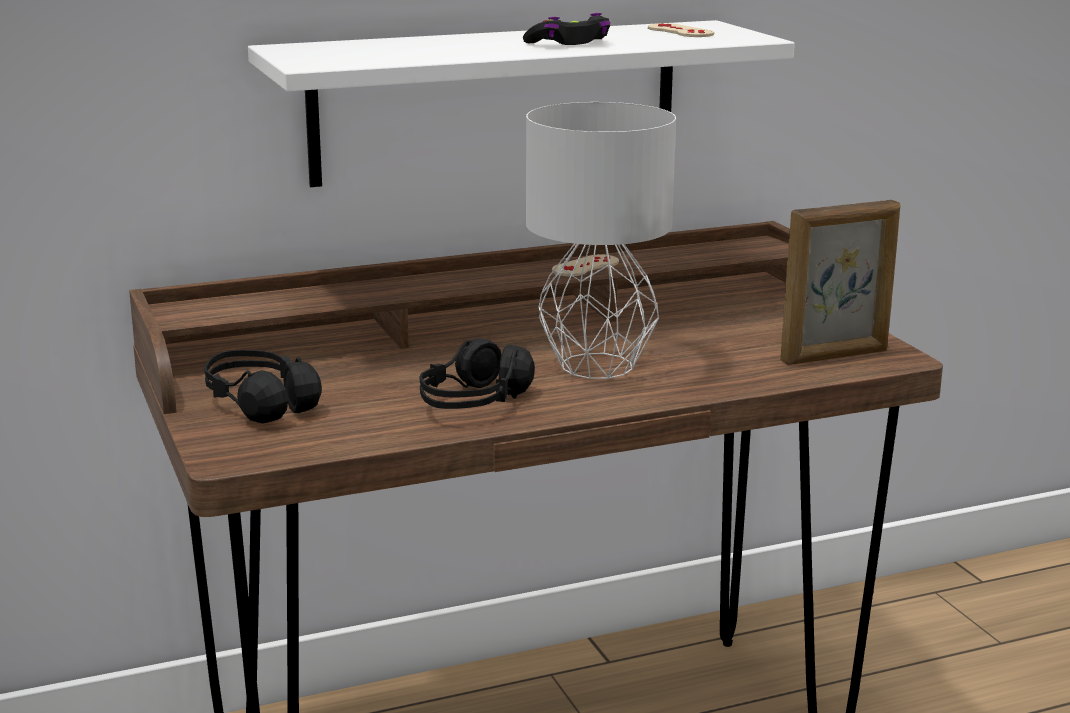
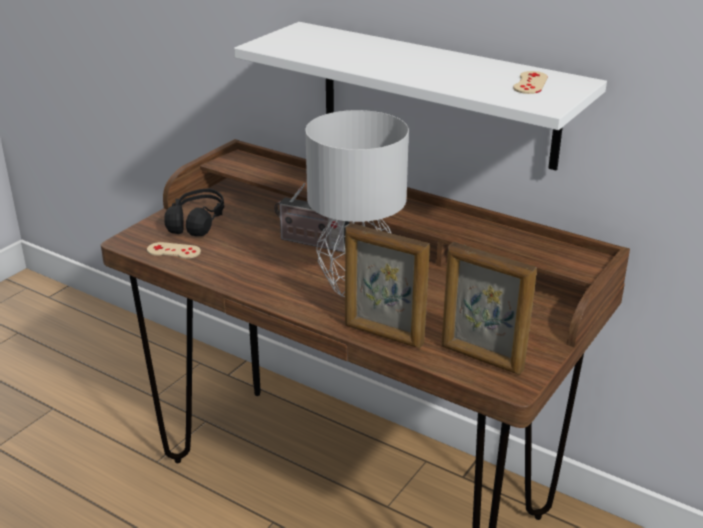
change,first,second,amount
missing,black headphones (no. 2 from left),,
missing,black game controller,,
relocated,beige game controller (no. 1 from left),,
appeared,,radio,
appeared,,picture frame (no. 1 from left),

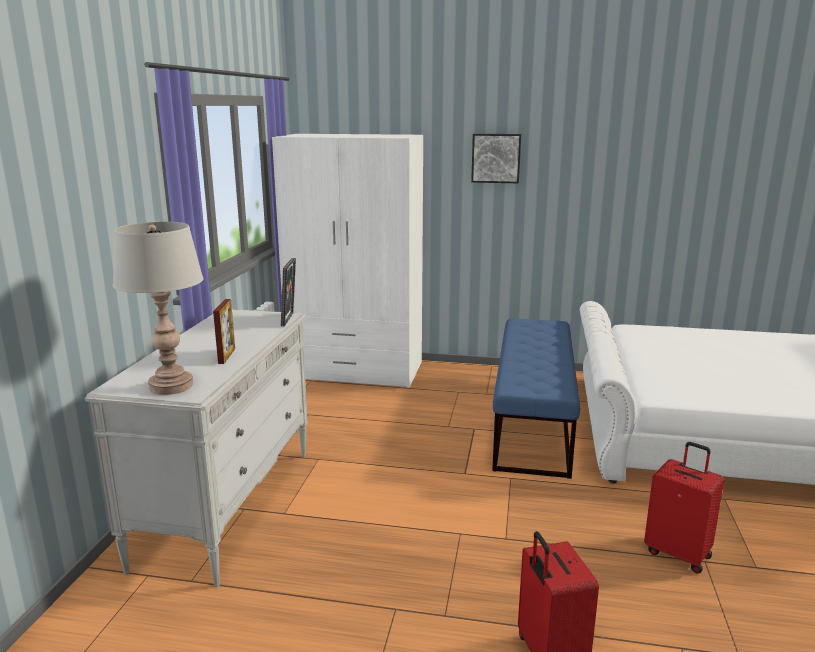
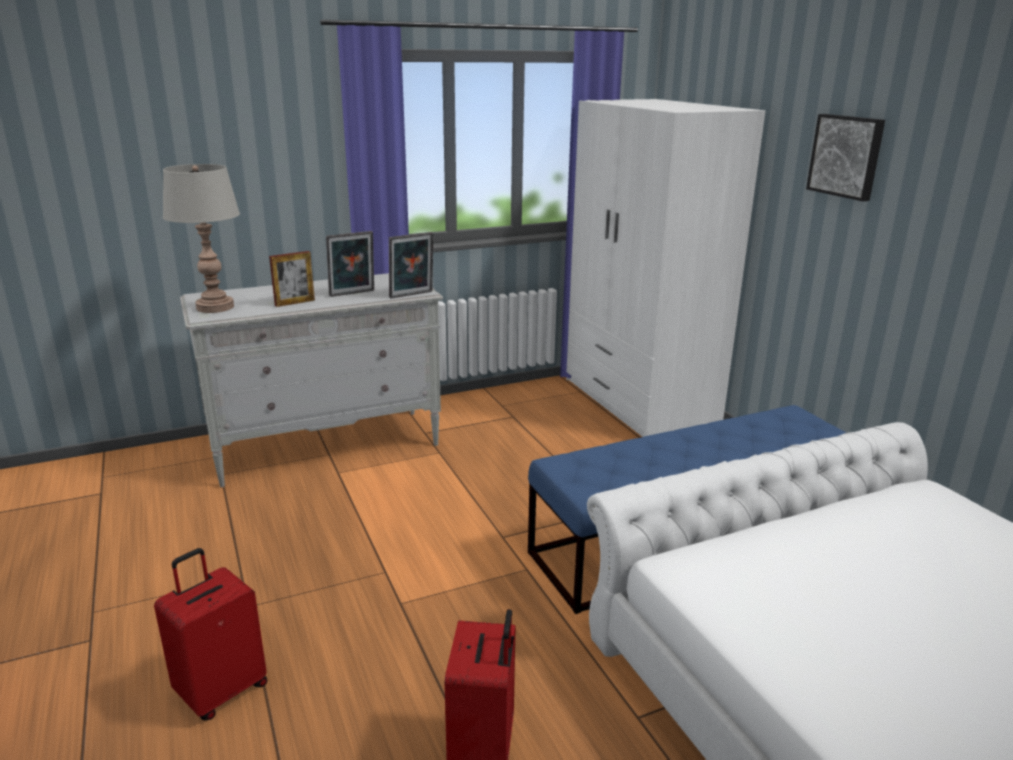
change,first,second,amount
appeared,,picture frame (no. 2 from left),

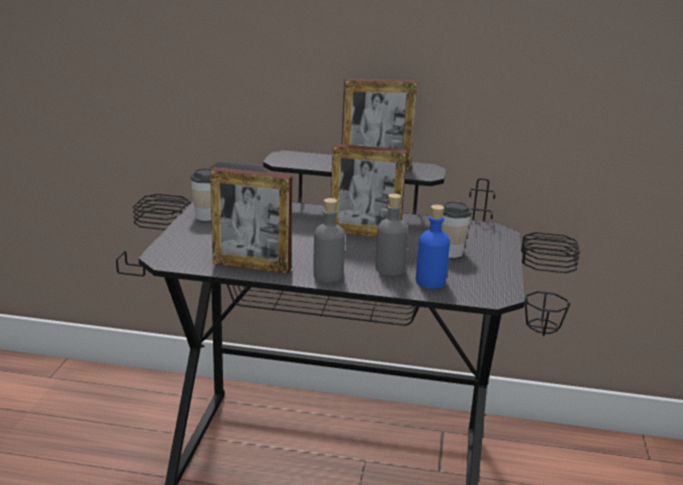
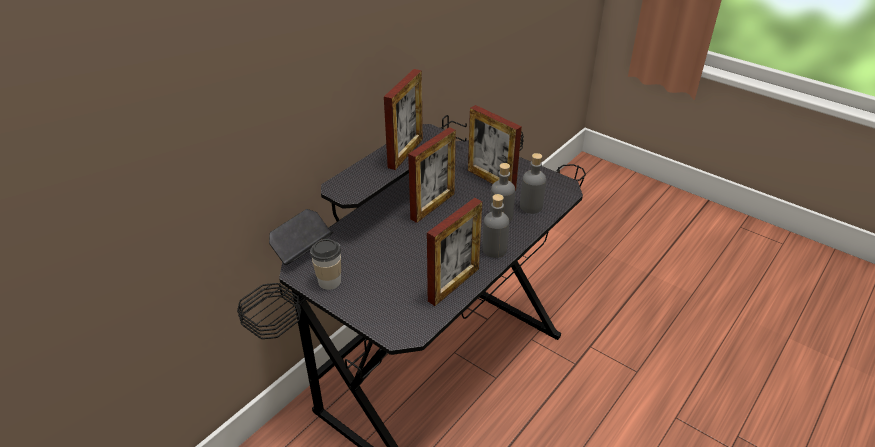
change,first,second,amount
colour,blue bottle,grey bottle (no. 3 from left),
exchanged,cup (no. 2 from left),picture frame (no. 4 from left),

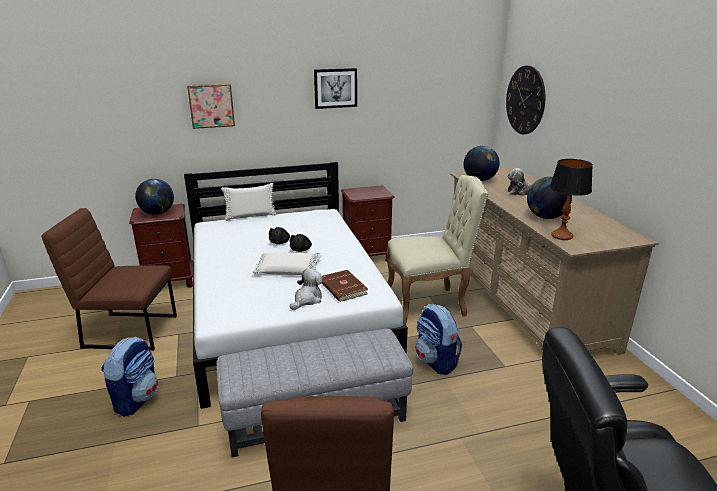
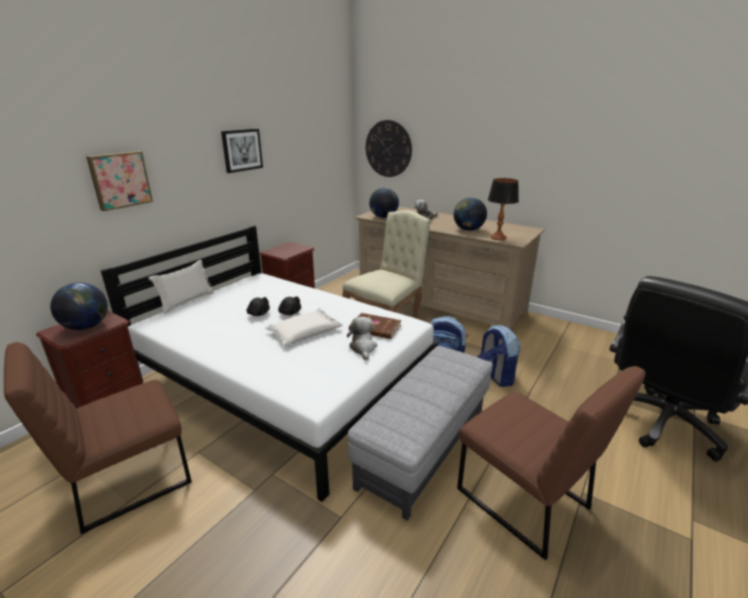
change,first,second,amount
relocated,backpack (no. 1 from left in the first image),backpack (no. 2 from left),

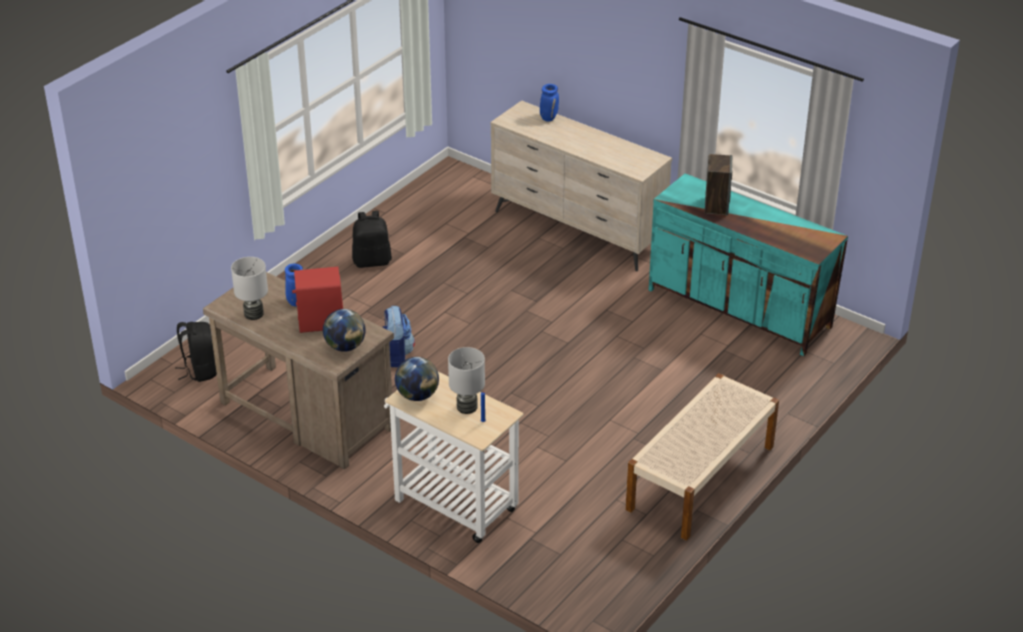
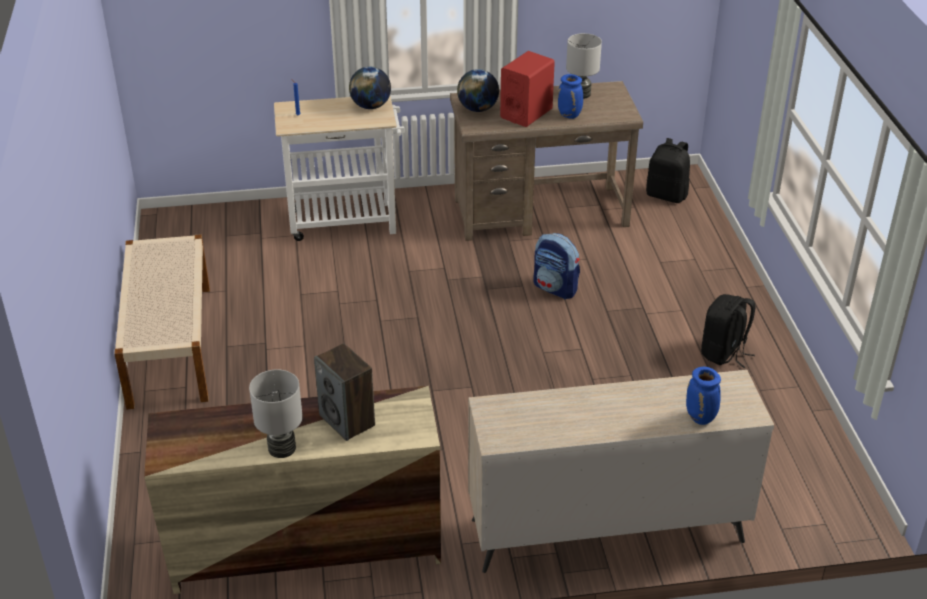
change,first,second,amount
relocated,grey table lamp (no. 2 from left in the first image),grey table lamp (no. 1 from left),
colour,turquoise cabinet,beige cabinet,

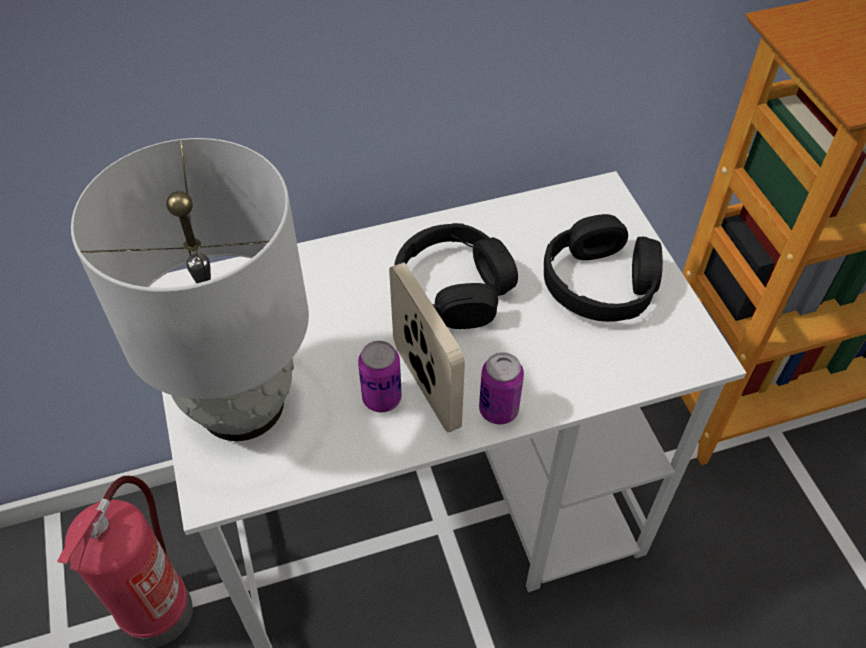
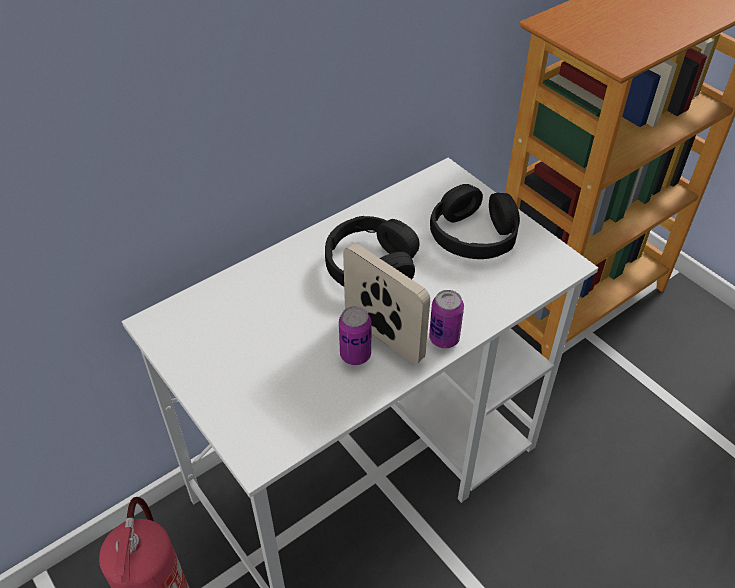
change,first,second,amount
missing,white table lamp,,

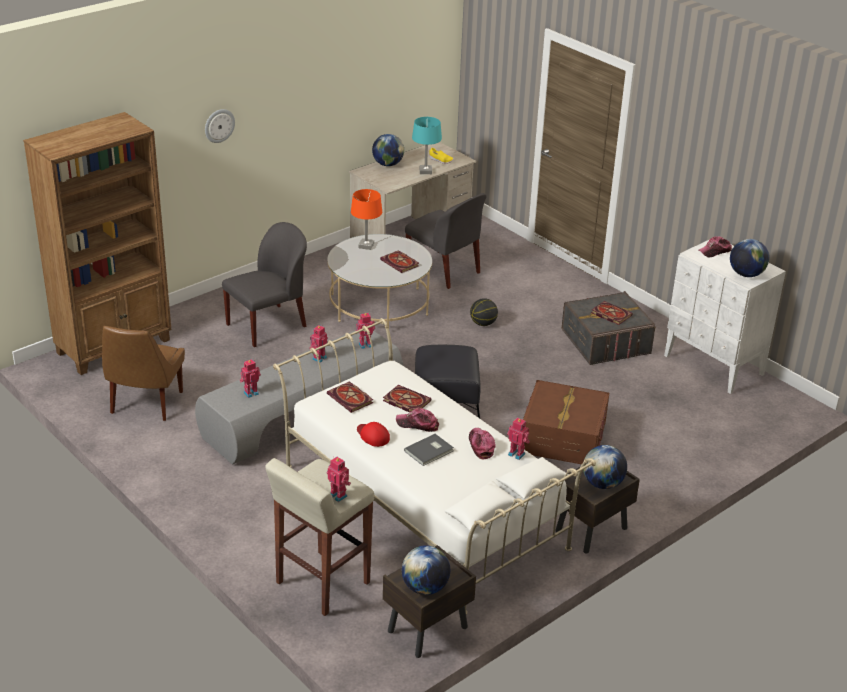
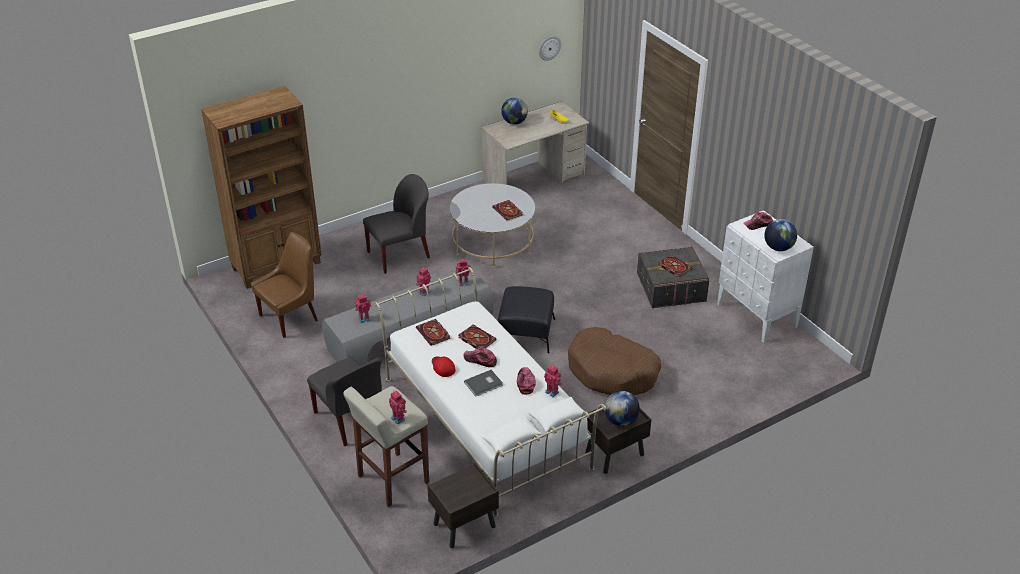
change,first,second,amount
spun,brown chair,,150 degrees counterclockwise
relocated,wall clock,,
missing,orange table lamp,,
missing,globe (no. 2 from left),,
relocated,grey chair (no. 2 from left in the first image),grey chair (no. 1 from left),
missing,turquoise table lamp,,
missing,basketball,,
exchanged,brown storage box,brown dog bed,

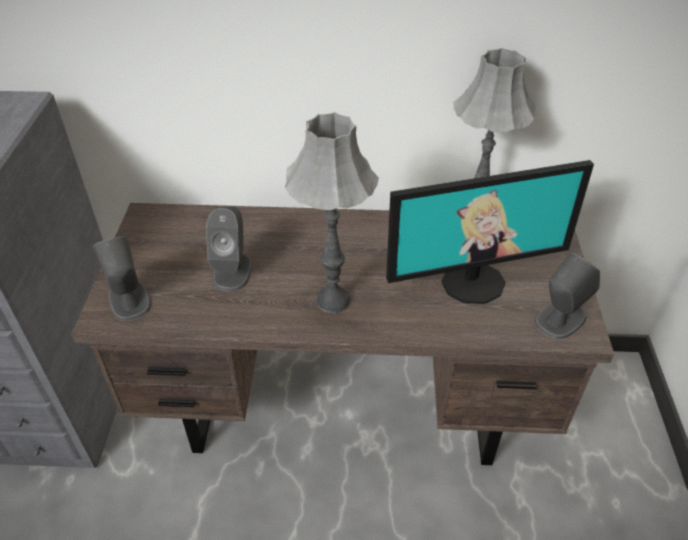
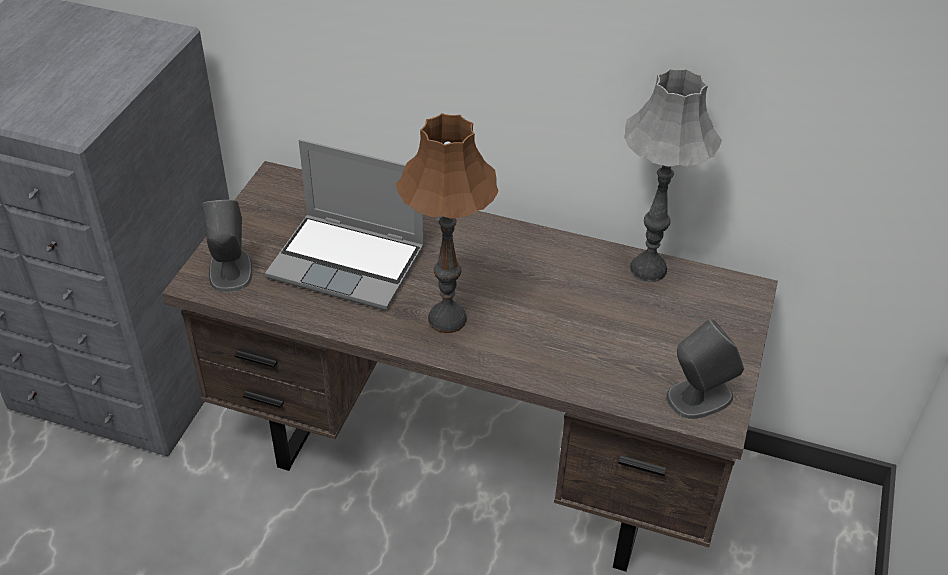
change,first,second,amount
exchanged,grey speaker (no. 2 from left),laptop,
colour,grey table lamp (no. 1 from left),brown table lamp,
missing,monitor,,

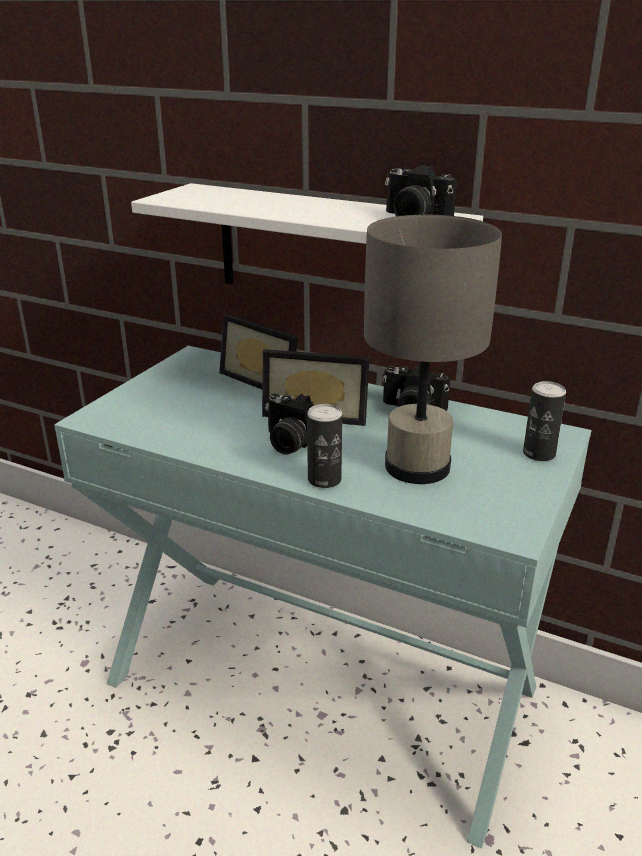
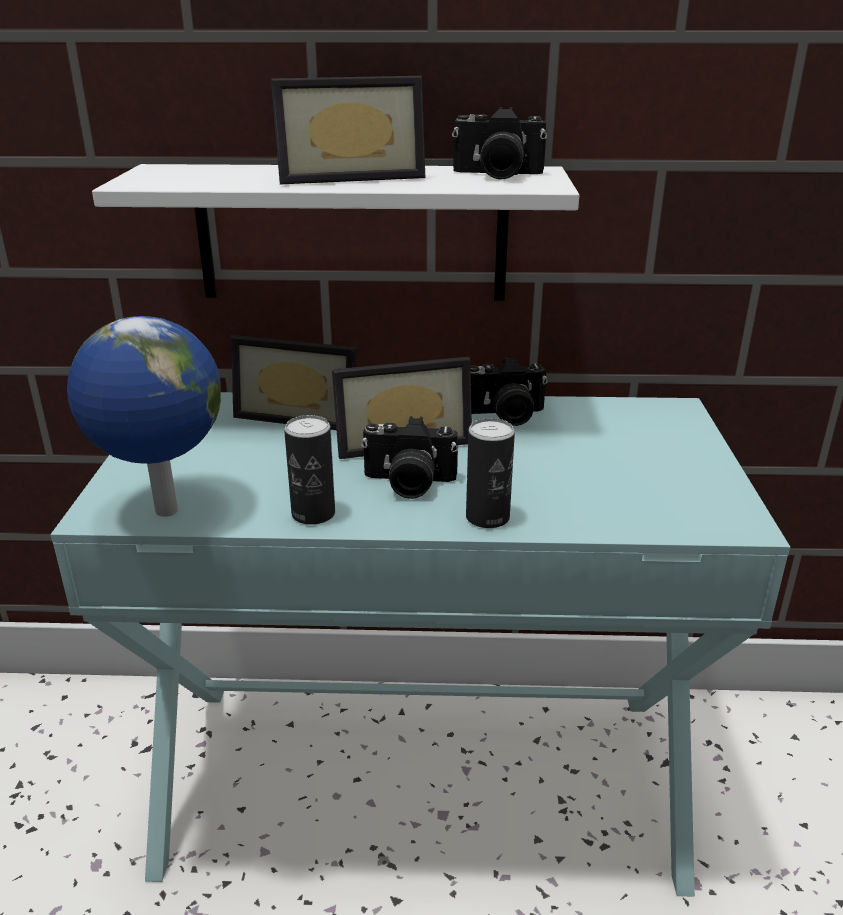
change,first,second,amount
missing,grey table lamp,,
relocated,can (no. 2 from left in the first image),can (no. 1 from left),
appeared,,globe,
appeared,,picture frame (no. 2 from left),

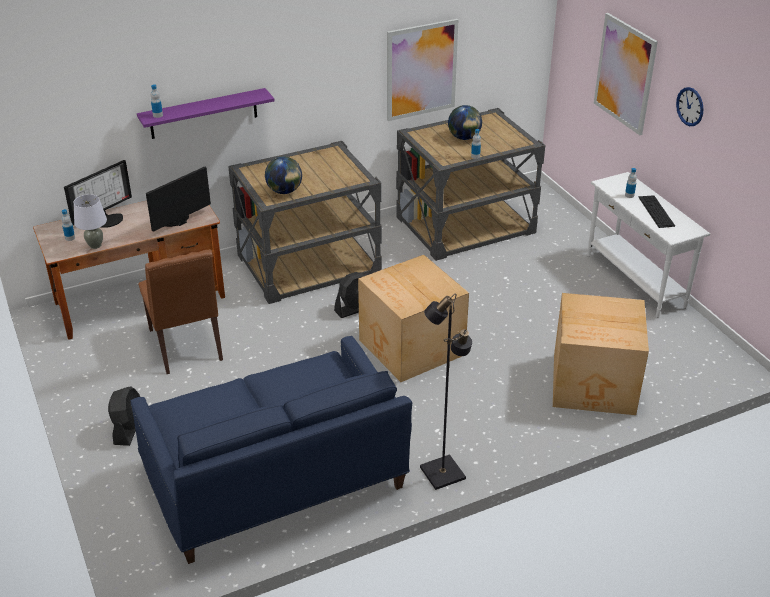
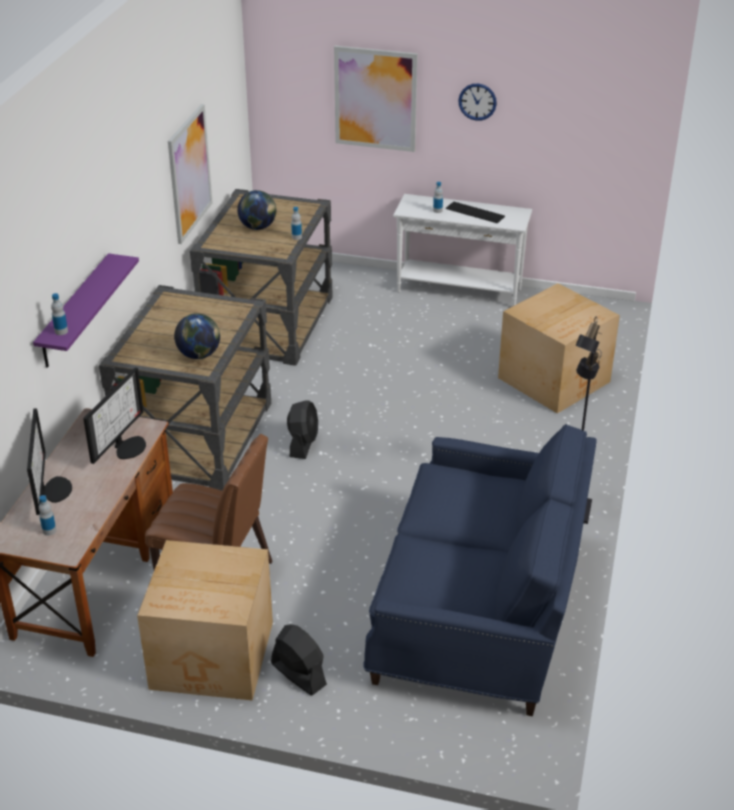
change,first,second,amount
missing,grey table lamp,,
spun,monitor (no. 2 from left),,150 degrees counterclockwise
relocated,cardboard box (no. 1 from left),,

